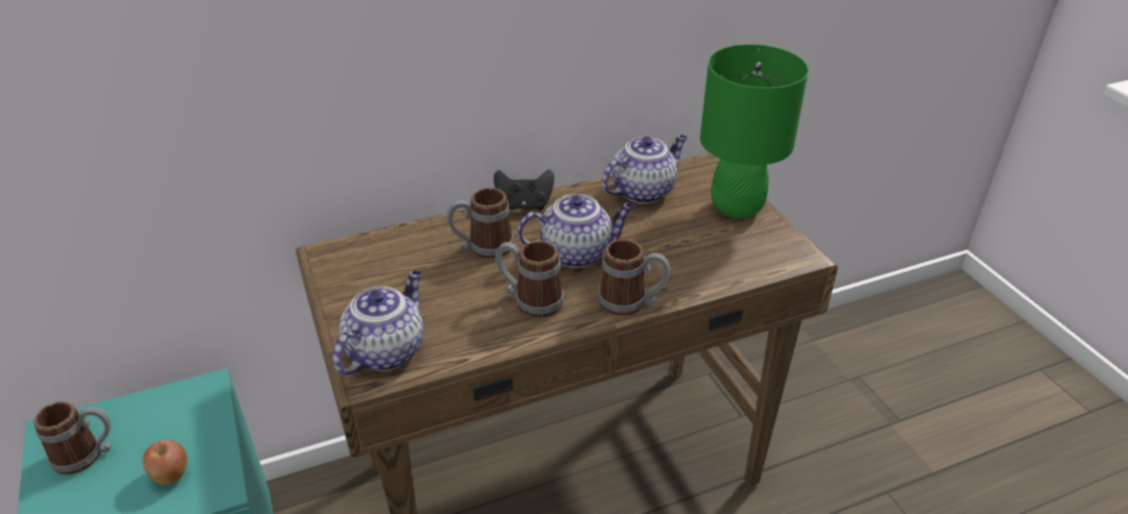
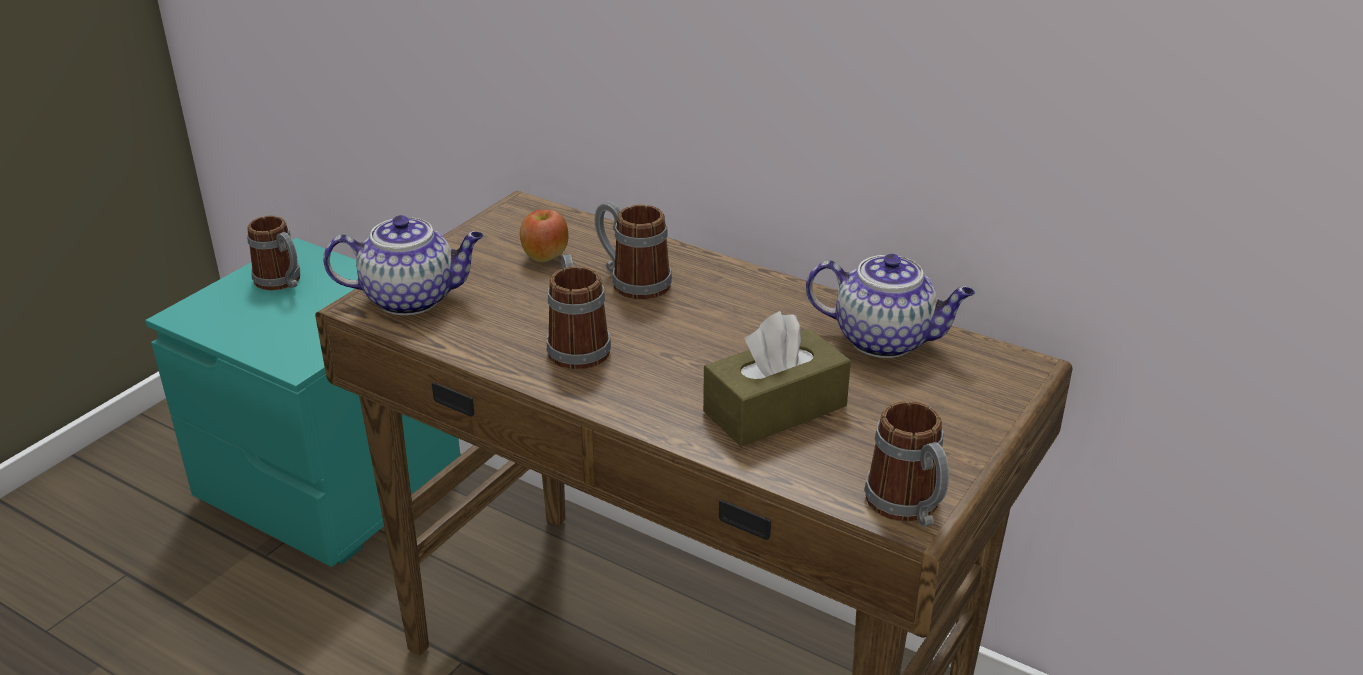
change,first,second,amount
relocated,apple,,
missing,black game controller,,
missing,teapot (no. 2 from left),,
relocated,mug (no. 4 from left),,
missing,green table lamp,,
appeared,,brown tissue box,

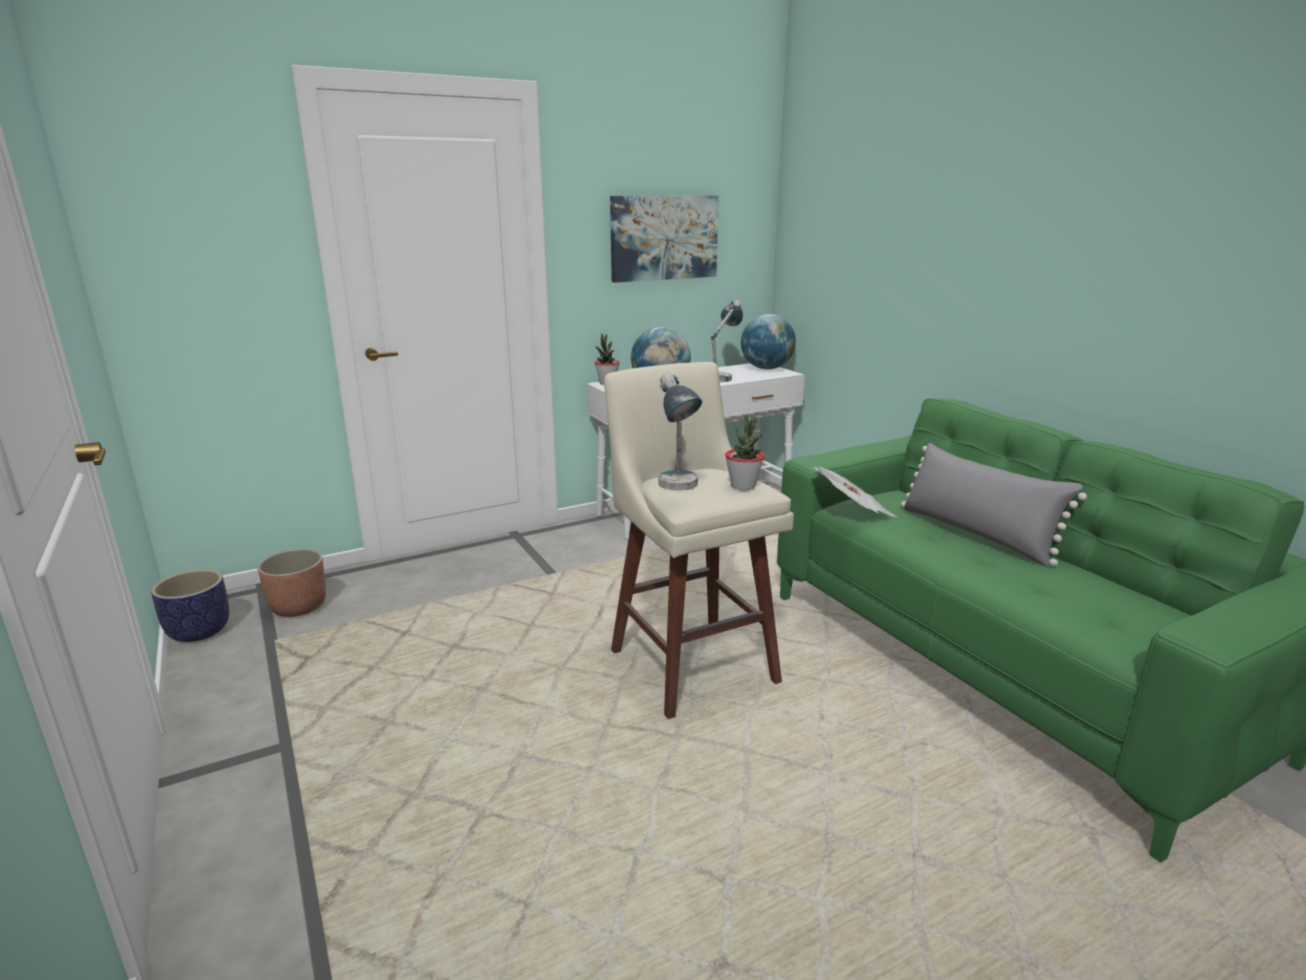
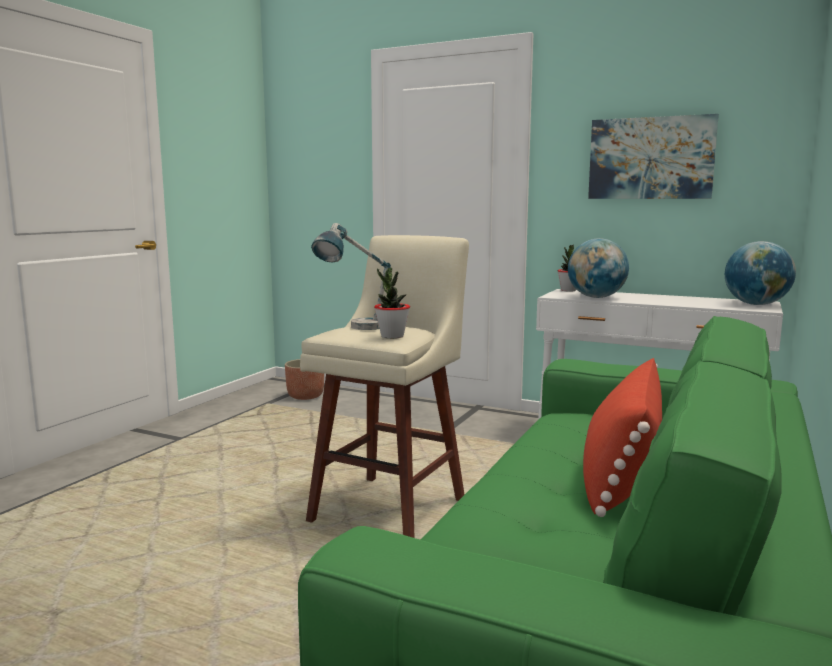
change,first,second,amount
missing,planter (no. 1 from left),,
missing,table lamp (no. 2 from left),,
missing,newspaper,,
colour,grey pillow,red pillow,

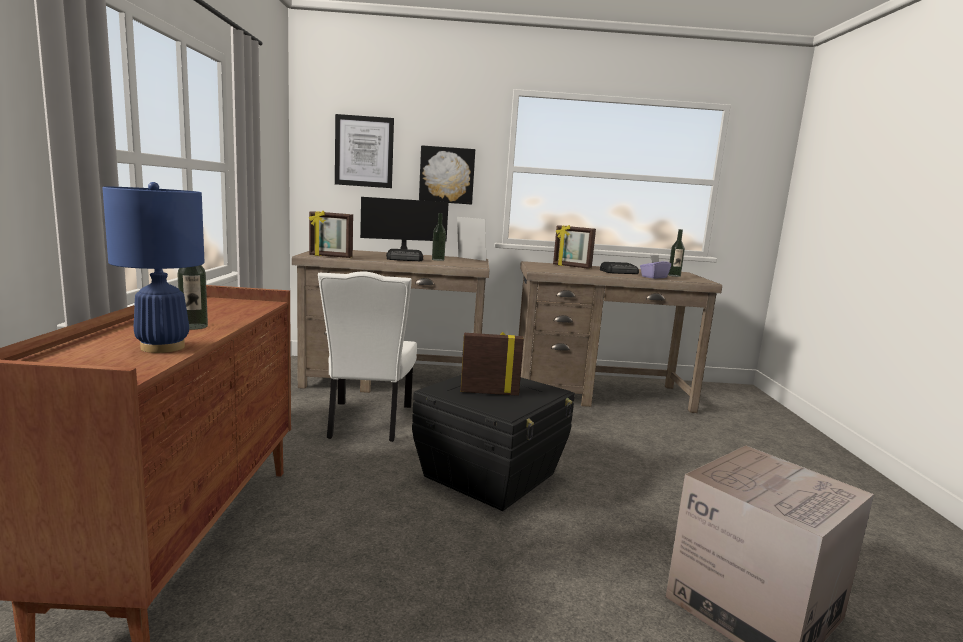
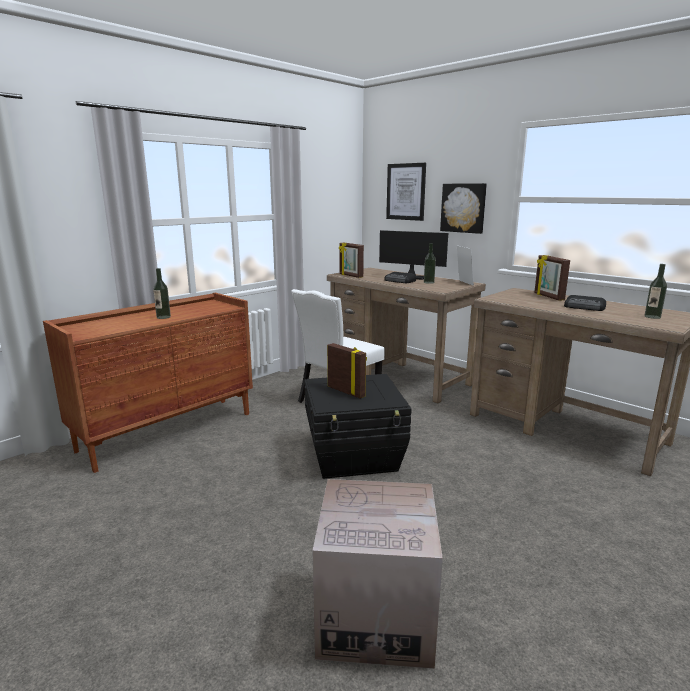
change,first,second,amount
missing,blue table lamp,,
missing,purple tissue box,,

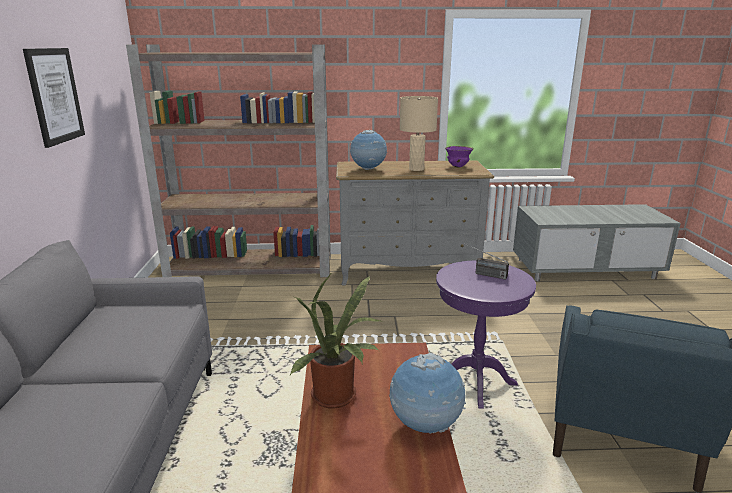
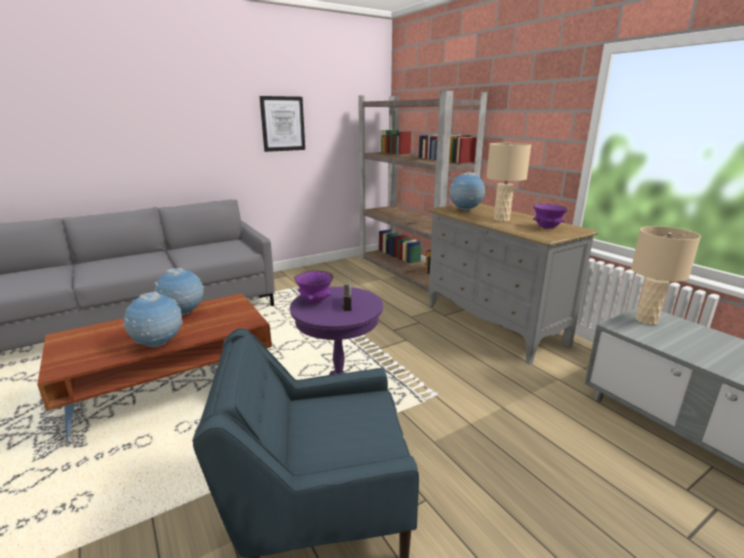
change,first,second,amount
exchanged,potted plant,globe (no. 2 from left),
appeared,,purple bowl (no. 1 from left),
appeared,,beige table lamp (no. 2 from left),

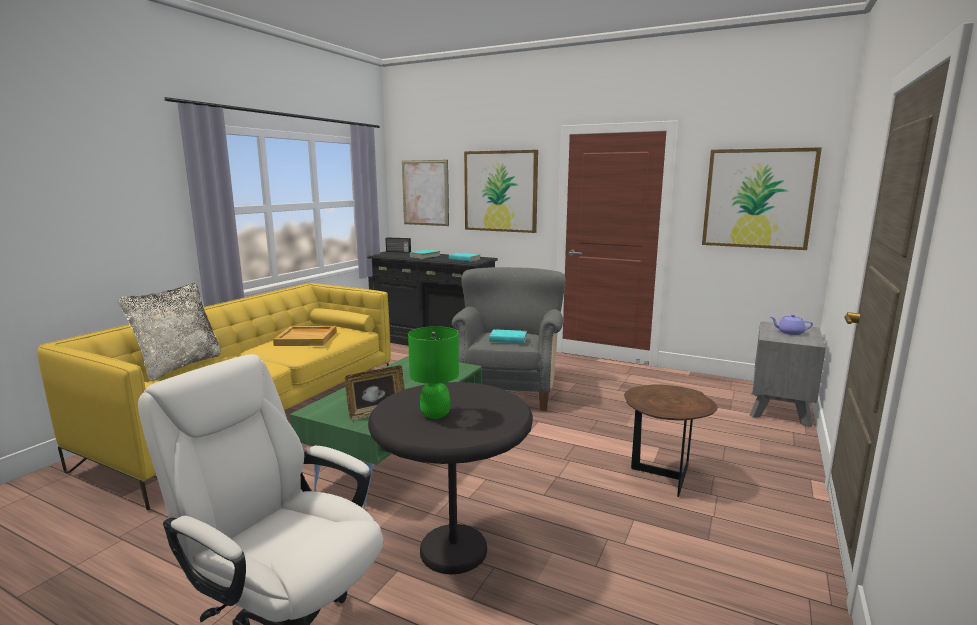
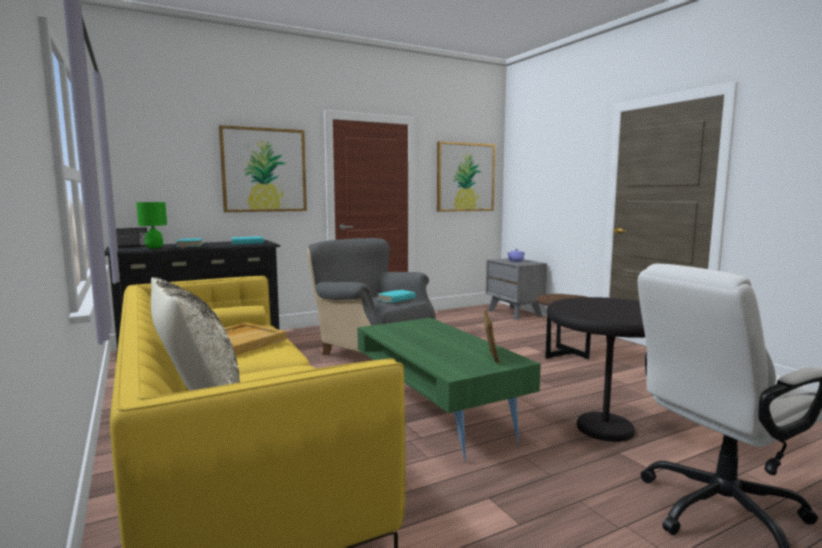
change,first,second,amount
missing,picture (no. 1 from left),,
relocated,green table lamp,,

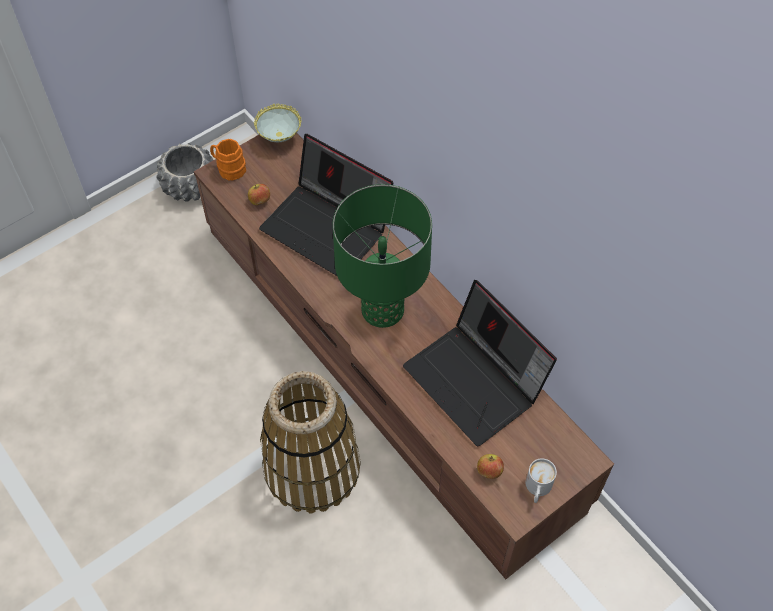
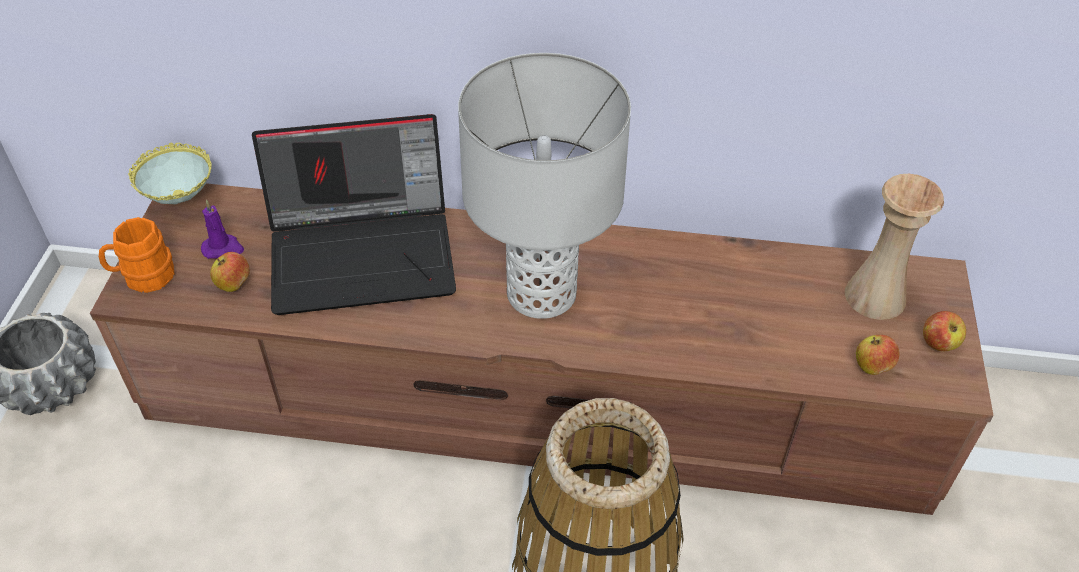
change,first,second,amount
colour,green table lamp,white table lamp,
missing,laptop (no. 2 from left),,
exchanged,white mug,apple (no. 3 from left),
appeared,,purple candle,
appeared,,beige vase,

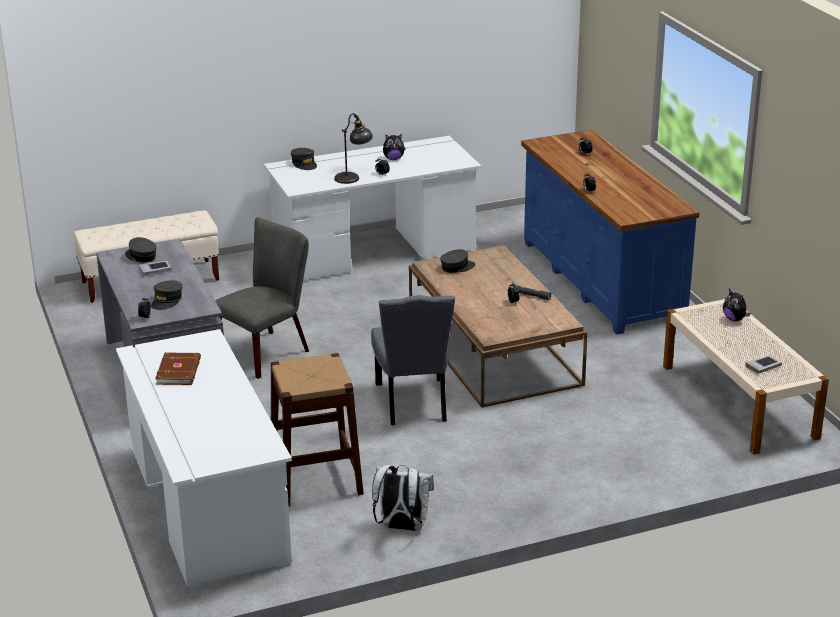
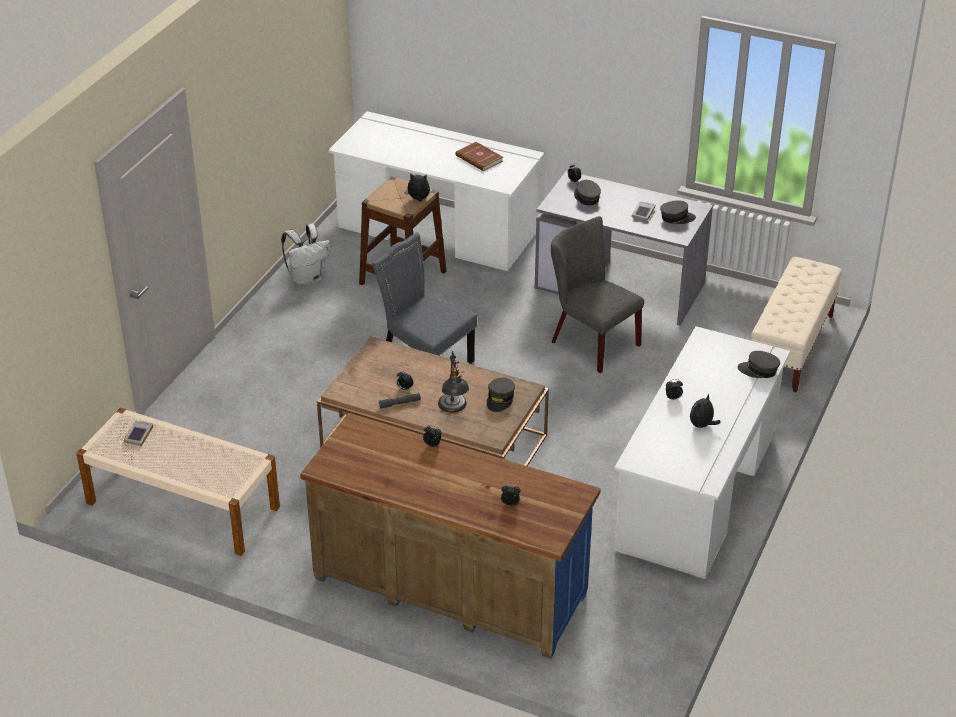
change,first,second,amount
spun,grey chair (no. 1 from left in the first image),grey chair (no. 2 from left),135 degrees clockwise
relocated,grey table lamp,,
relocated,plush toy (no. 2 from left in the first image),plush toy (no. 1 from left),

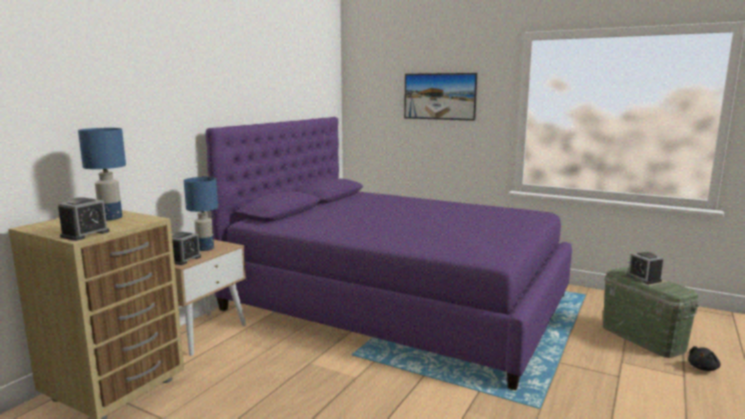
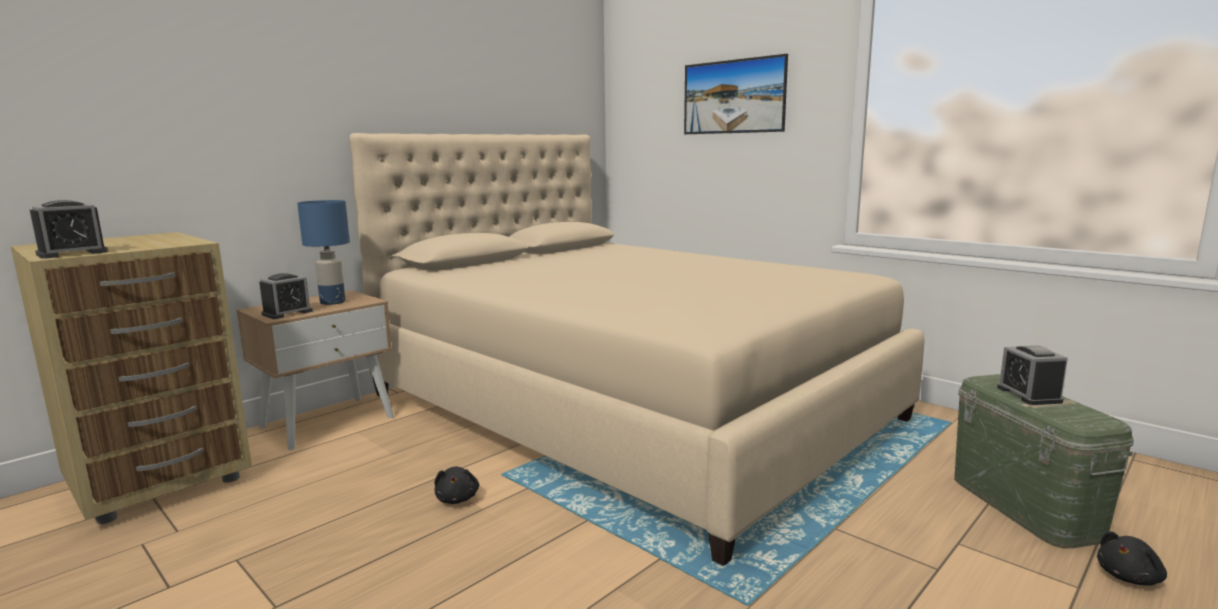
change,first,second,amount
missing,blue table lamp (no. 1 from left),,
colour,purple bed,beige bed,
appeared,,black plush toy (no. 1 from left),

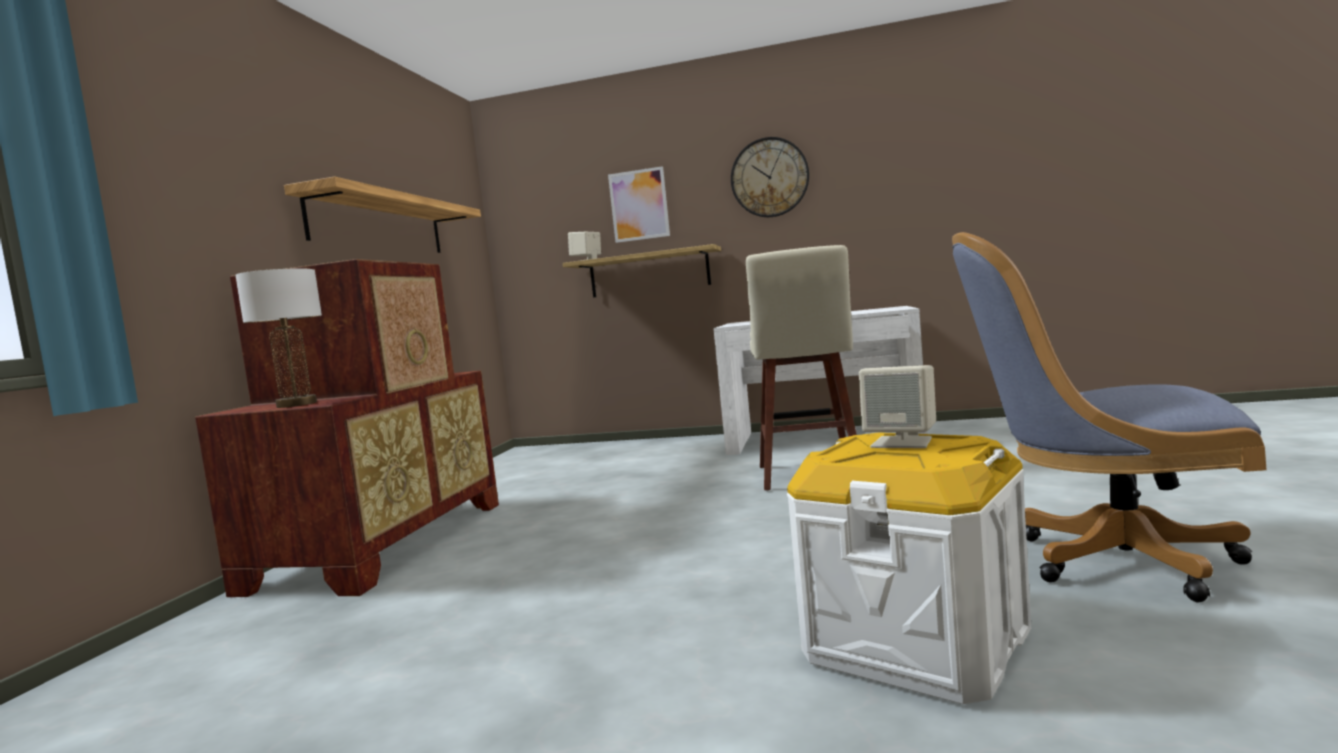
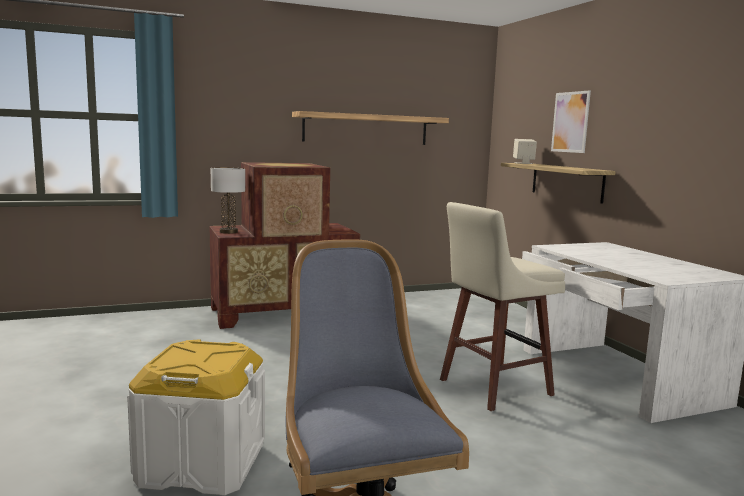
change,first,second,amount
missing,wall clock,,
missing,beige speaker (no. 2 from left),,

